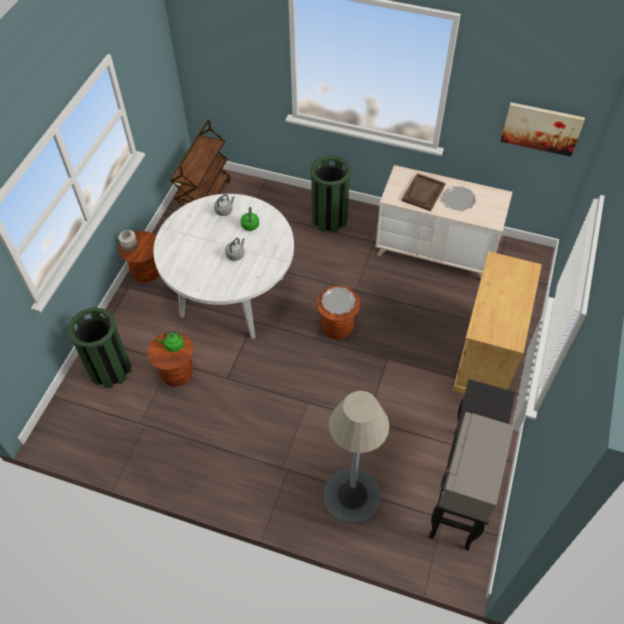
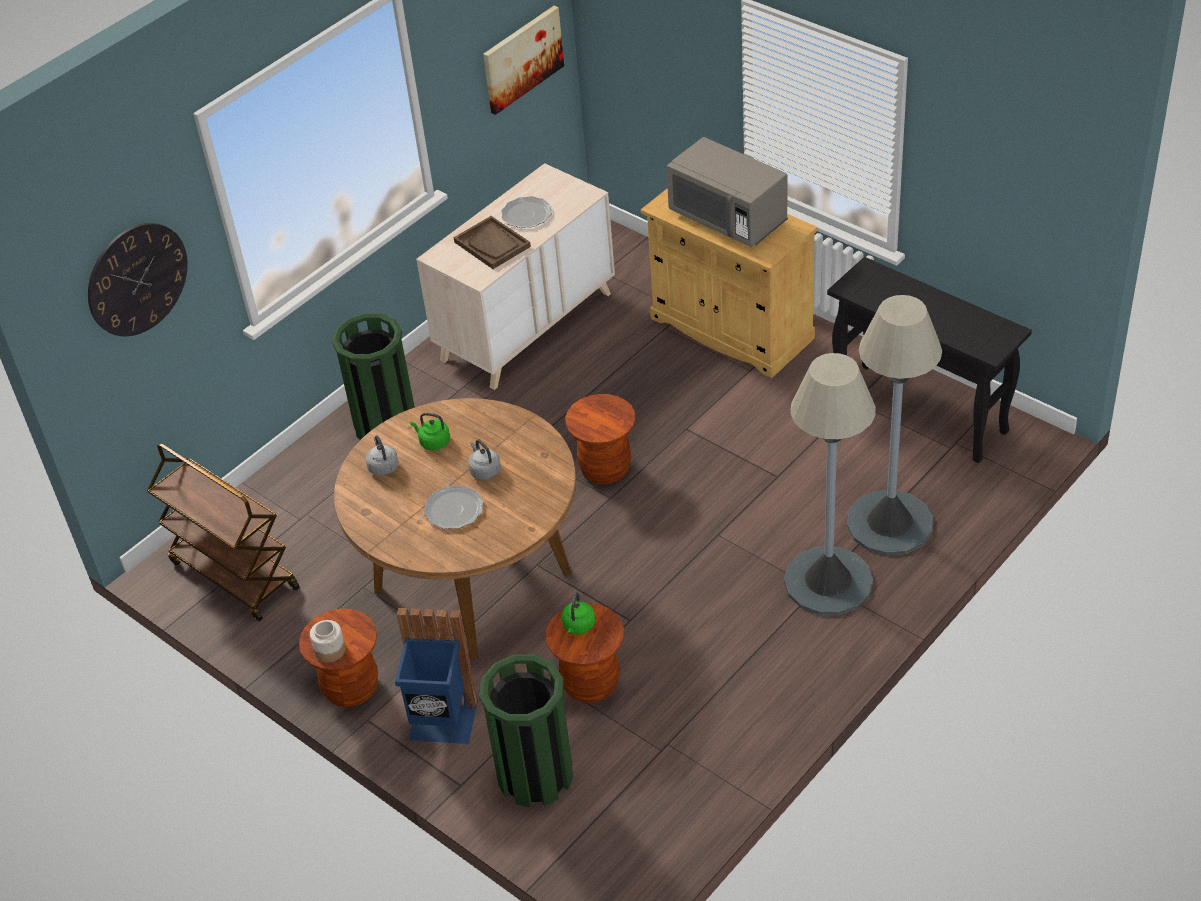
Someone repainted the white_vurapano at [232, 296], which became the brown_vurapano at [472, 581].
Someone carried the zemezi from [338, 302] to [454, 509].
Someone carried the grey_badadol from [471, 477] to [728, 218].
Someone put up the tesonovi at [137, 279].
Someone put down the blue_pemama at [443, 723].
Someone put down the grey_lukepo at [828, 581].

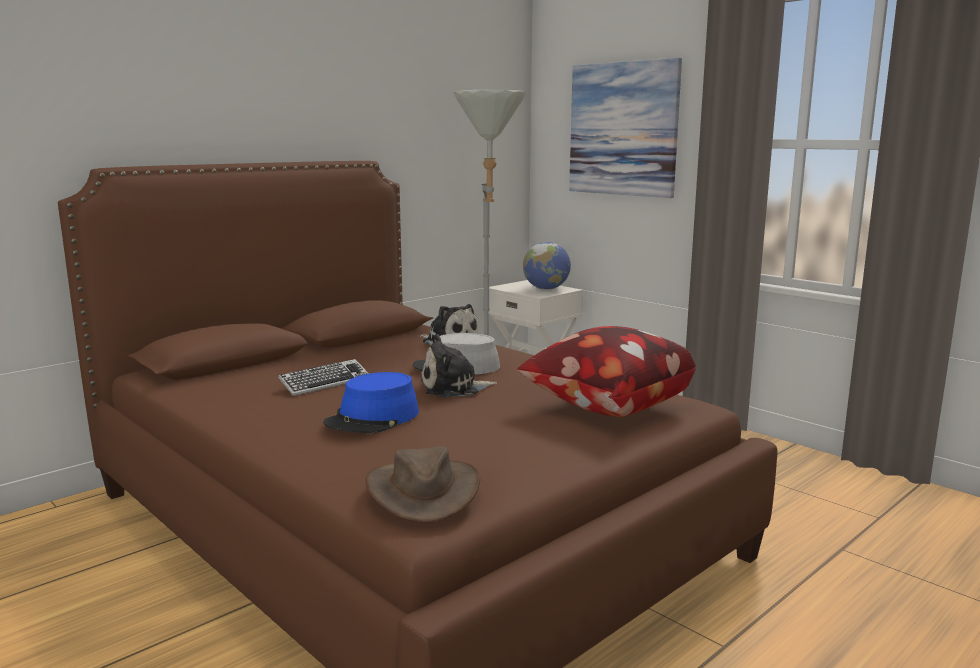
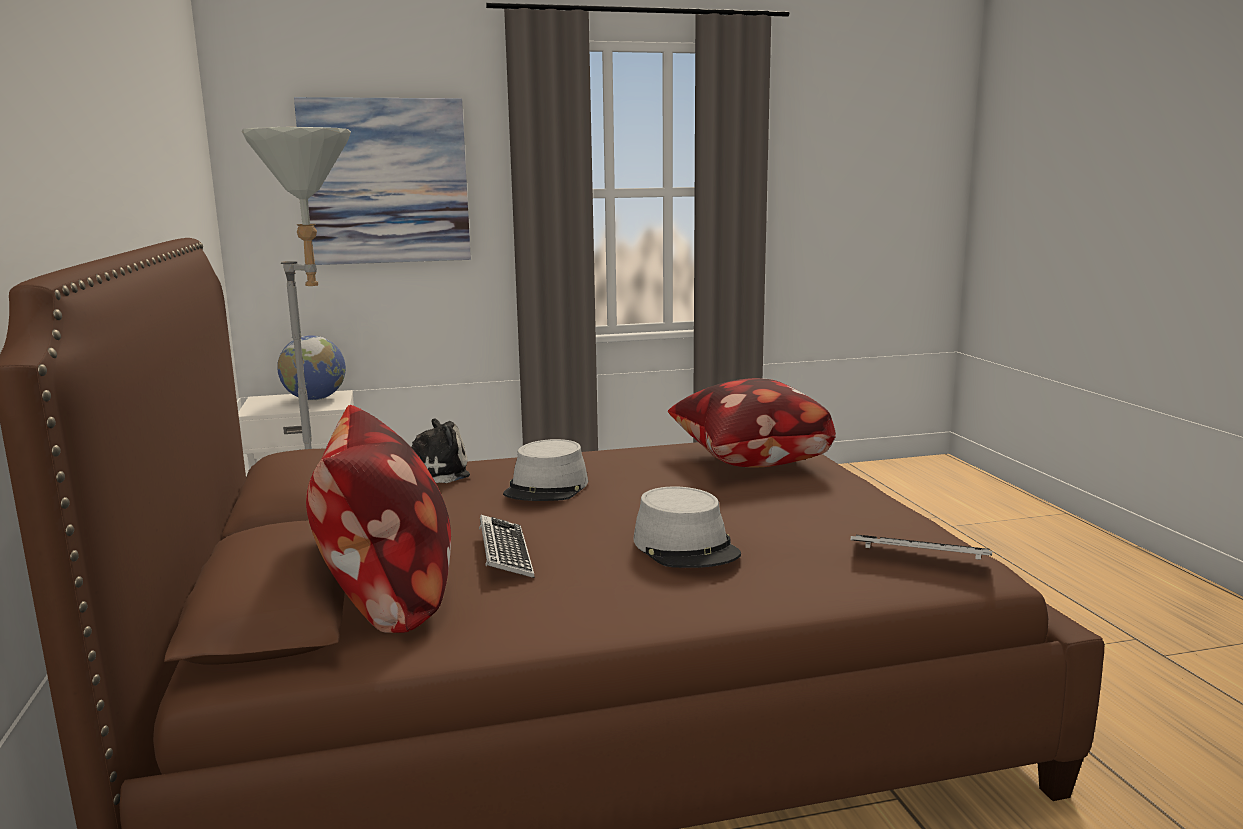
Someone repainted the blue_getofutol at [373, 418], which became the grey_getofutol at [686, 547].
Someone swapped the brown_getofutol at [422, 490] for the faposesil at [919, 556].
Someone took away the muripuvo at [453, 388].
Someone put down the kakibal at [388, 597].

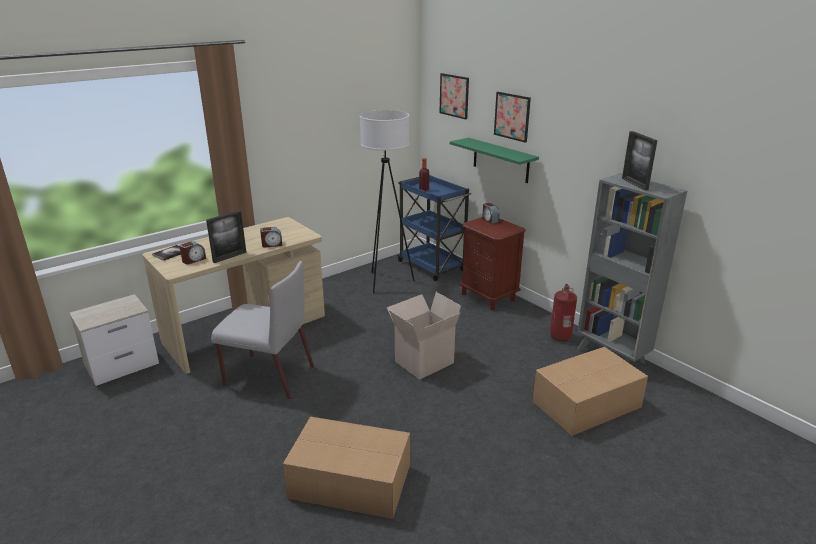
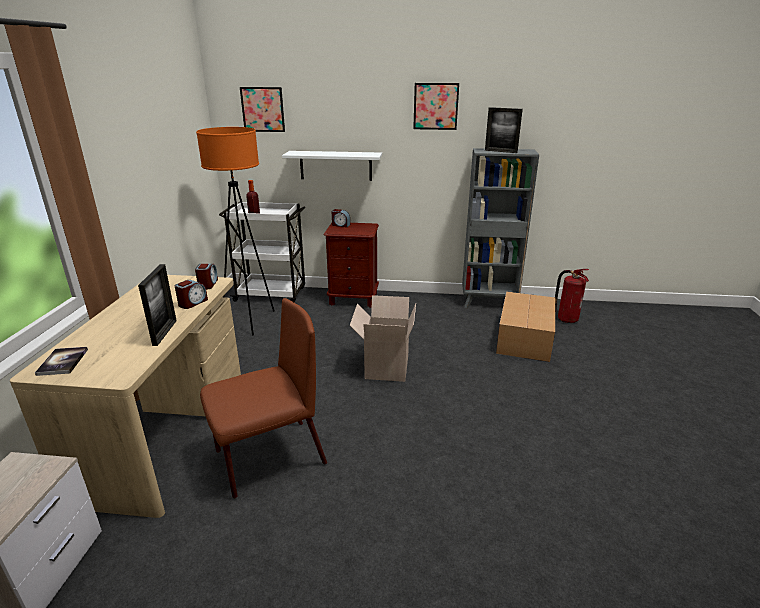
Someone carried the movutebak from [193, 260] to [208, 284].
Someone repainted the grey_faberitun at [268, 376], which became the brown_faberitun at [268, 458].
Someone took away the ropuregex at [348, 481].
Someone repainted the white_lukepo at [387, 281], which became the orange_lukepo at [250, 321].
Someone repainted the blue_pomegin at [432, 266], which became the white_pomegin at [272, 294].
Someone repainted the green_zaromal at [500, 160], which became the white_zaromal at [335, 165].
Someone carried the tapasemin from [512, 116] to [435, 106].
Someone carried the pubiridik from [560, 336] to [566, 319].

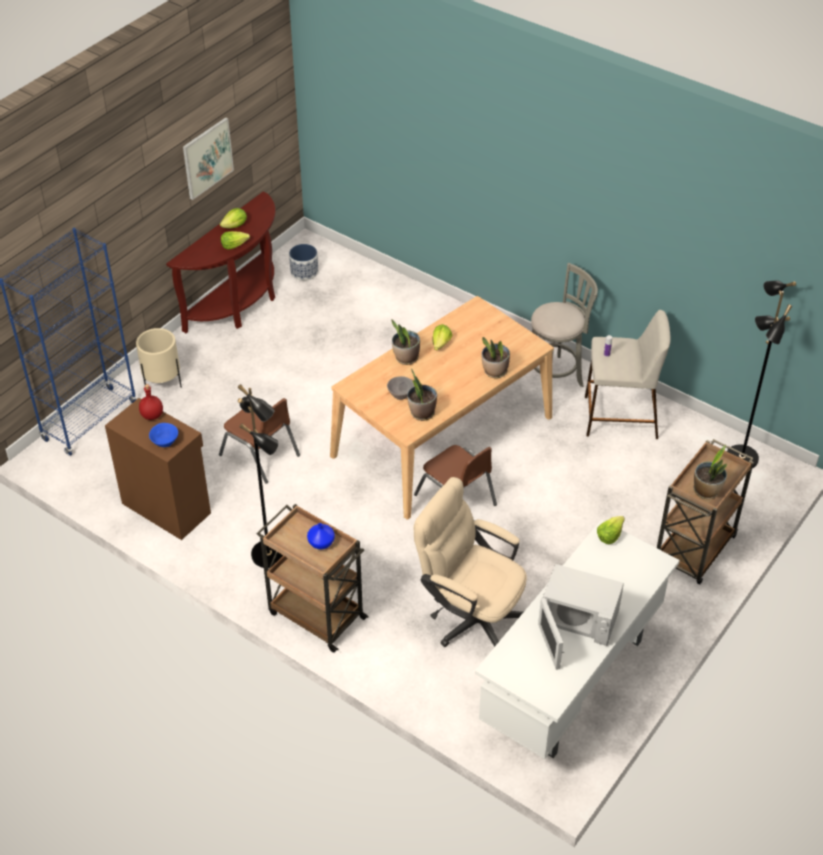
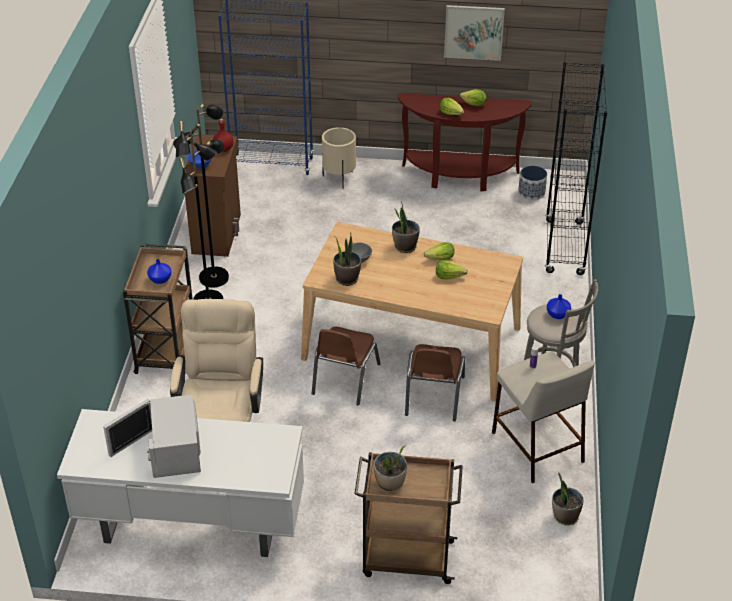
Someone carried the brown_faberitun from [260, 455] to [433, 396].
Someone carried the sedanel from [495, 371] to [565, 516].
Someone carried the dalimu from [609, 535] to [449, 276].
Someone carried the black_lukepo from [740, 458] to [213, 277].
Someone put down the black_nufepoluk at [564, 248].
Someone put down the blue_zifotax at [558, 314].

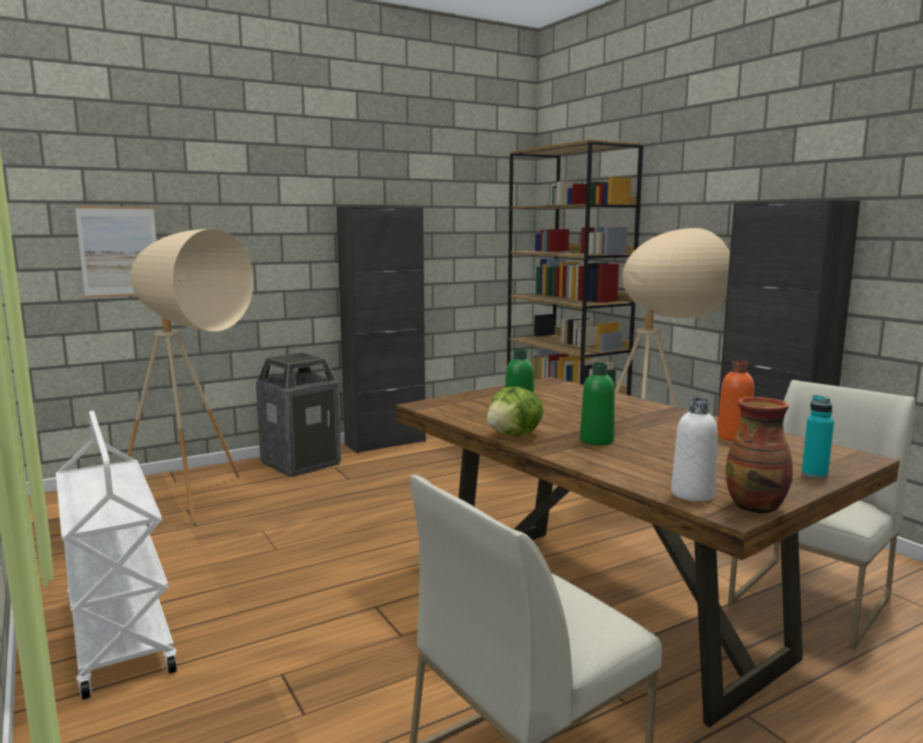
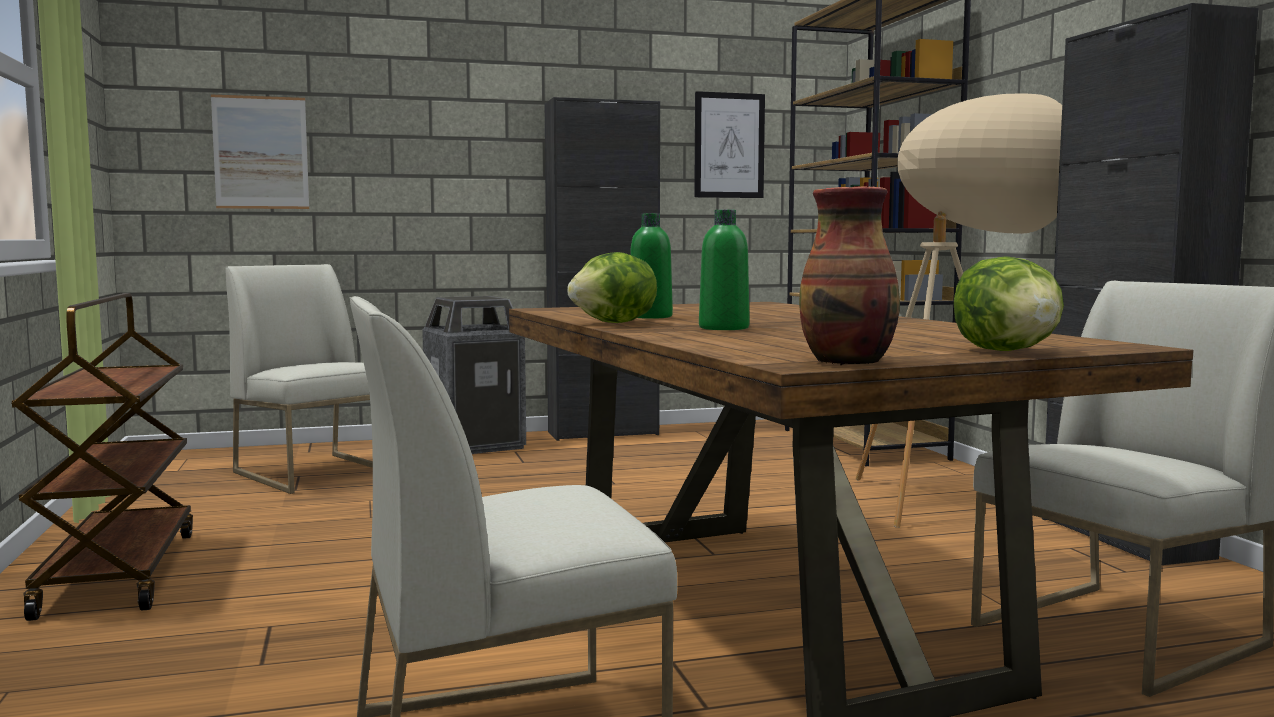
Someone repainted the white_pomegin at [118, 635], which became the brown_pomegin at [117, 572].
Someone swapped the beige_lukepo at [199, 505] for the white_faberitun at [316, 473].
Someone took away the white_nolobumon at [692, 494].
Someone took away the orange_nolobumon at [733, 437].
Someone swapped the turquoise_nolobumon at [814, 474] for the dalimu at [1008, 351].
Someone put up the tapasemin at [729, 145].

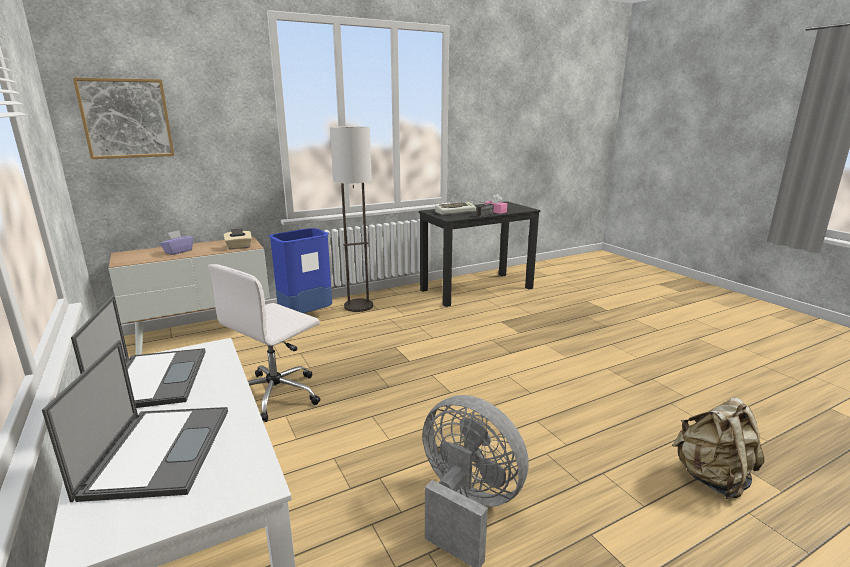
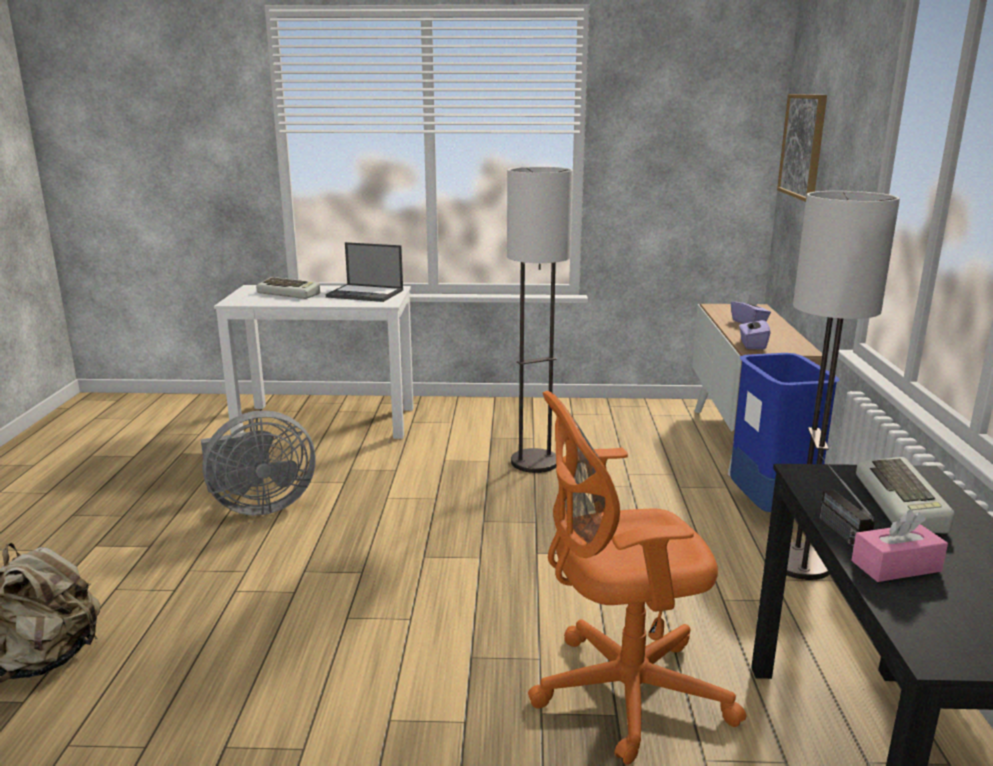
Someone swapped the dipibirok at [158, 450] for the faposesil at [290, 293].
Someone swapped the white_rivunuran at [277, 394] for the lukepo at [535, 462].
Someone repainted the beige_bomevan at [239, 247], which became the purple_bomevan at [752, 345].
Someone put down the orange_rivunuran at [621, 692].

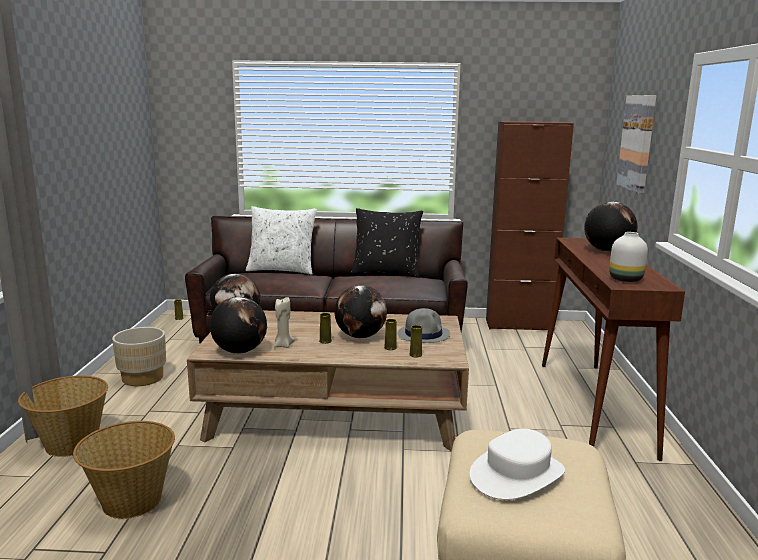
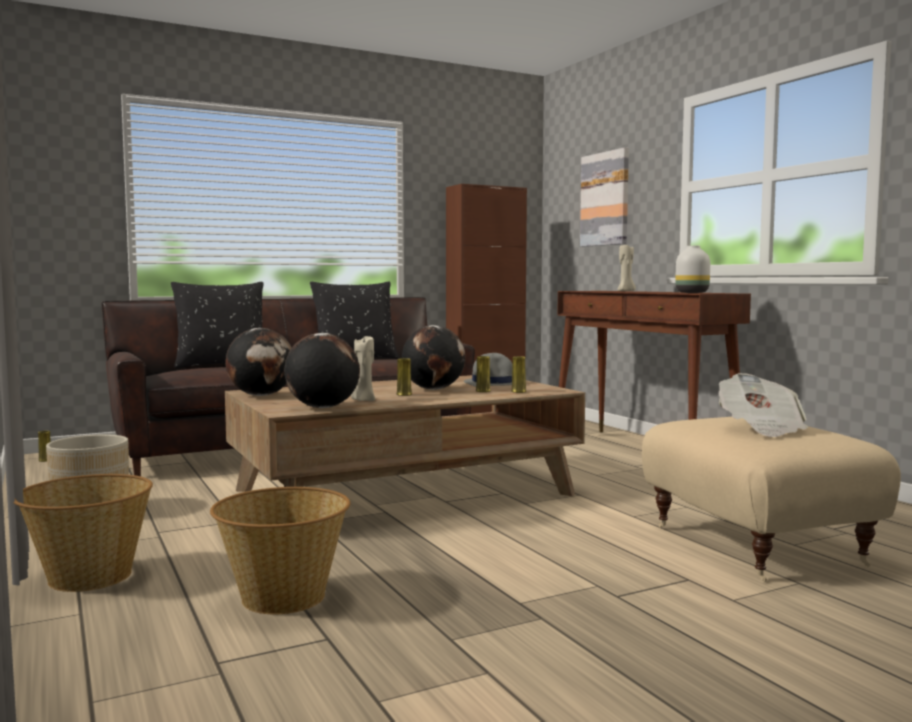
Someone repainted the white_kakibal at [282, 270], which became the black_kakibal at [221, 365].
Someone swapped the white_getofutol at [517, 474] for the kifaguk at [761, 428].
Someone swapped the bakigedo at [607, 251] for the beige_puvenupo at [626, 291].

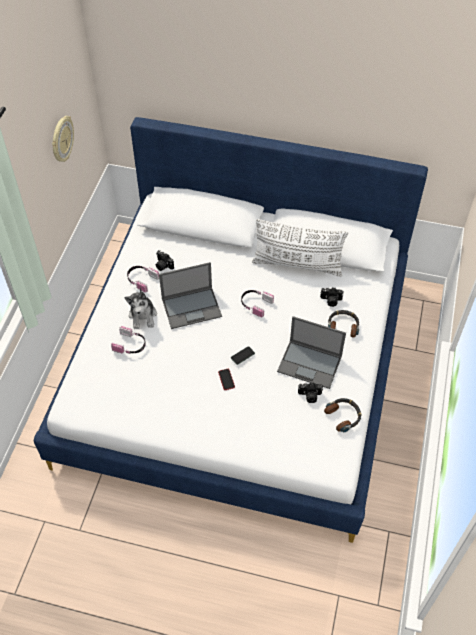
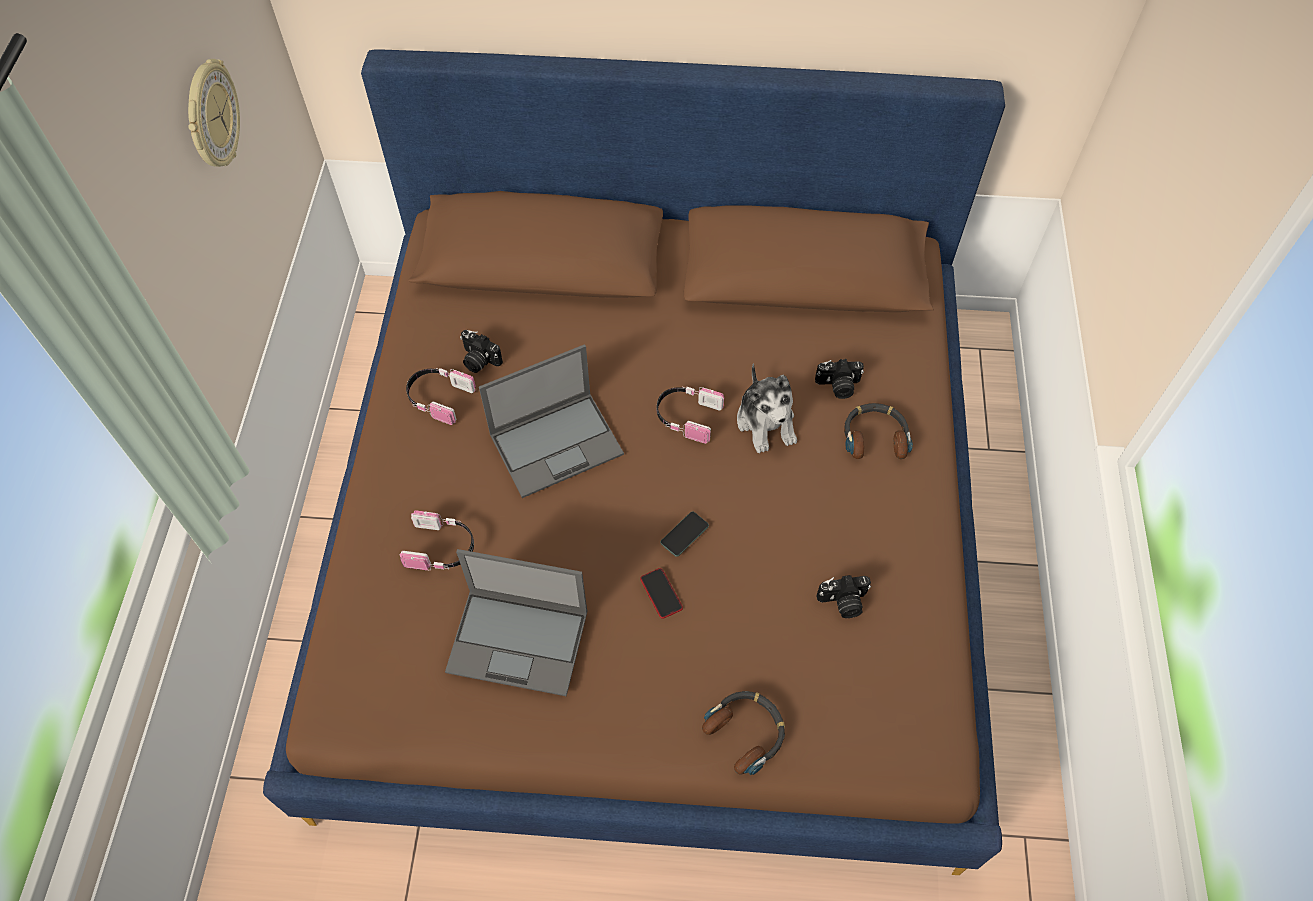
Someone repainted the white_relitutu at [238, 367], which became the brown_relitutu at [657, 538].
Someone carried the muripuvo from [143, 315] to [766, 422].
Someone took away the white_kakibal at [297, 264].
Someone carried the dipibirok from [310, 364] to [519, 641].
Someone carried the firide from [343, 416] to [746, 732].

